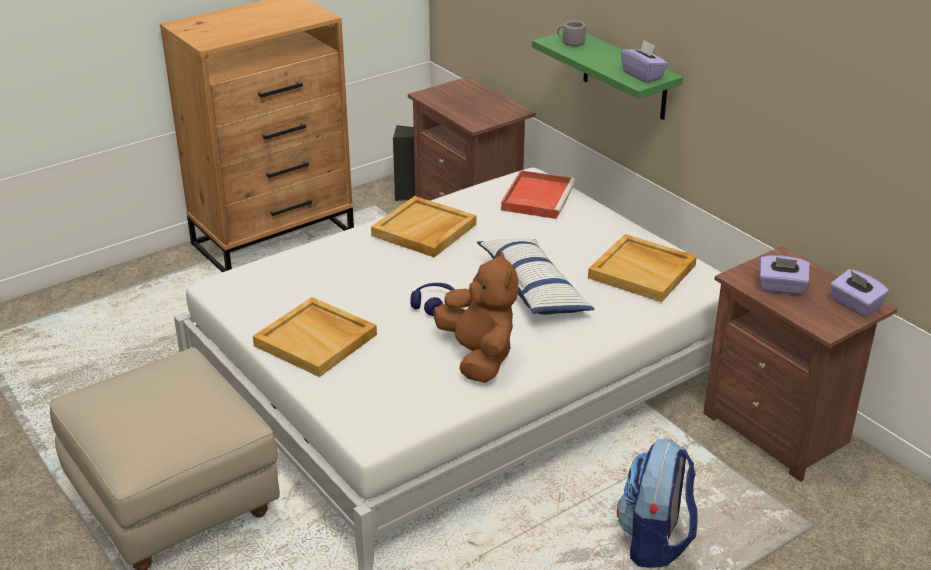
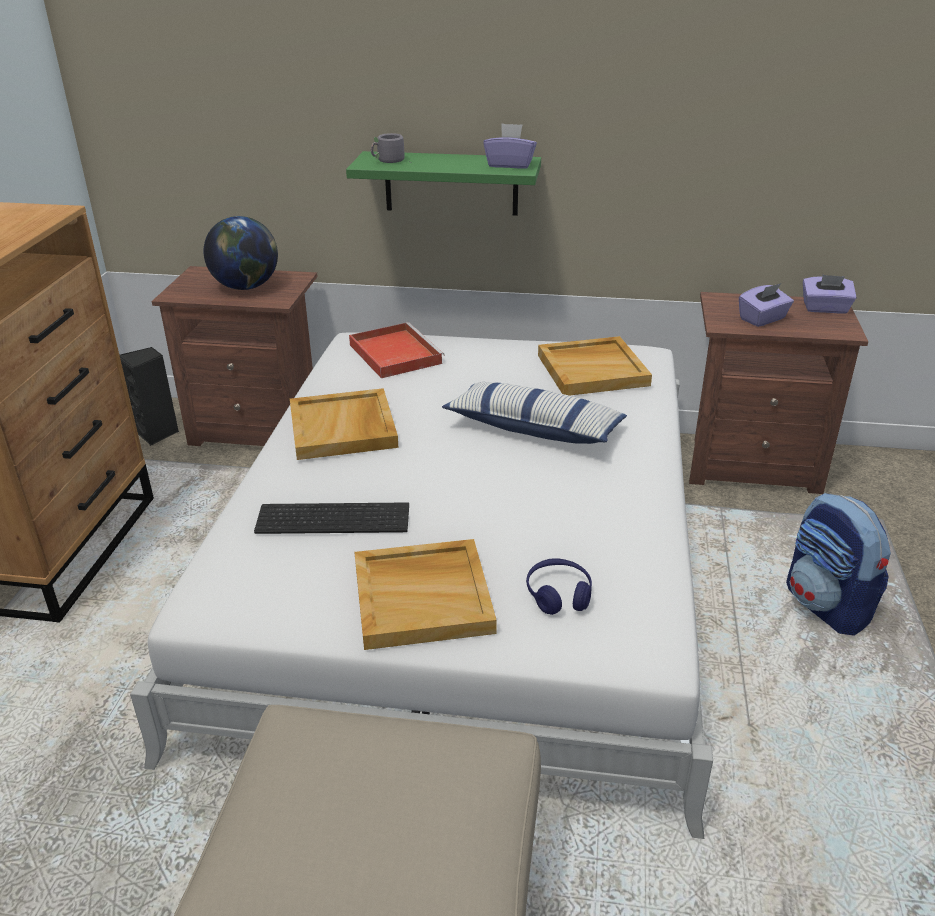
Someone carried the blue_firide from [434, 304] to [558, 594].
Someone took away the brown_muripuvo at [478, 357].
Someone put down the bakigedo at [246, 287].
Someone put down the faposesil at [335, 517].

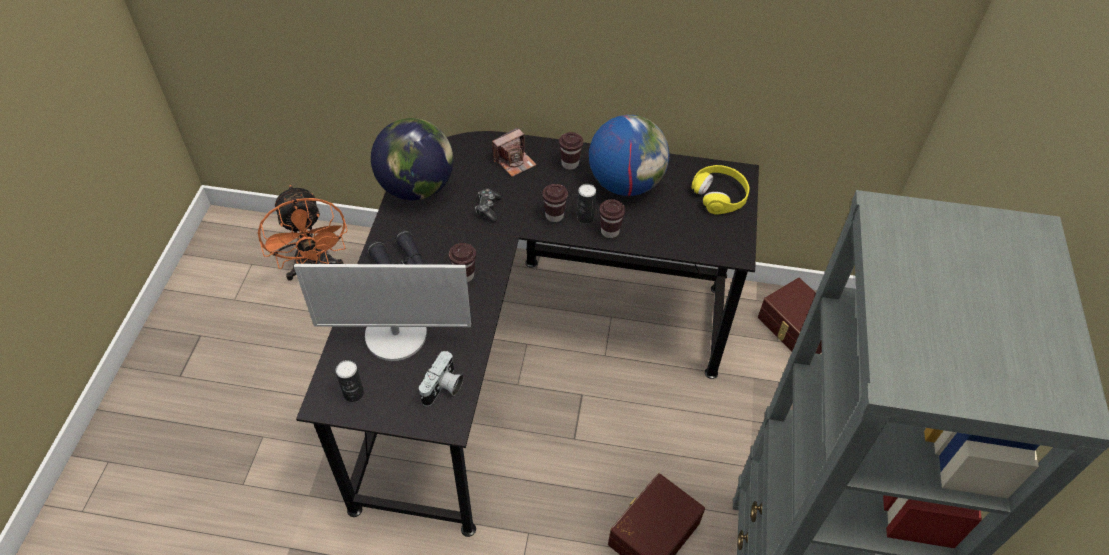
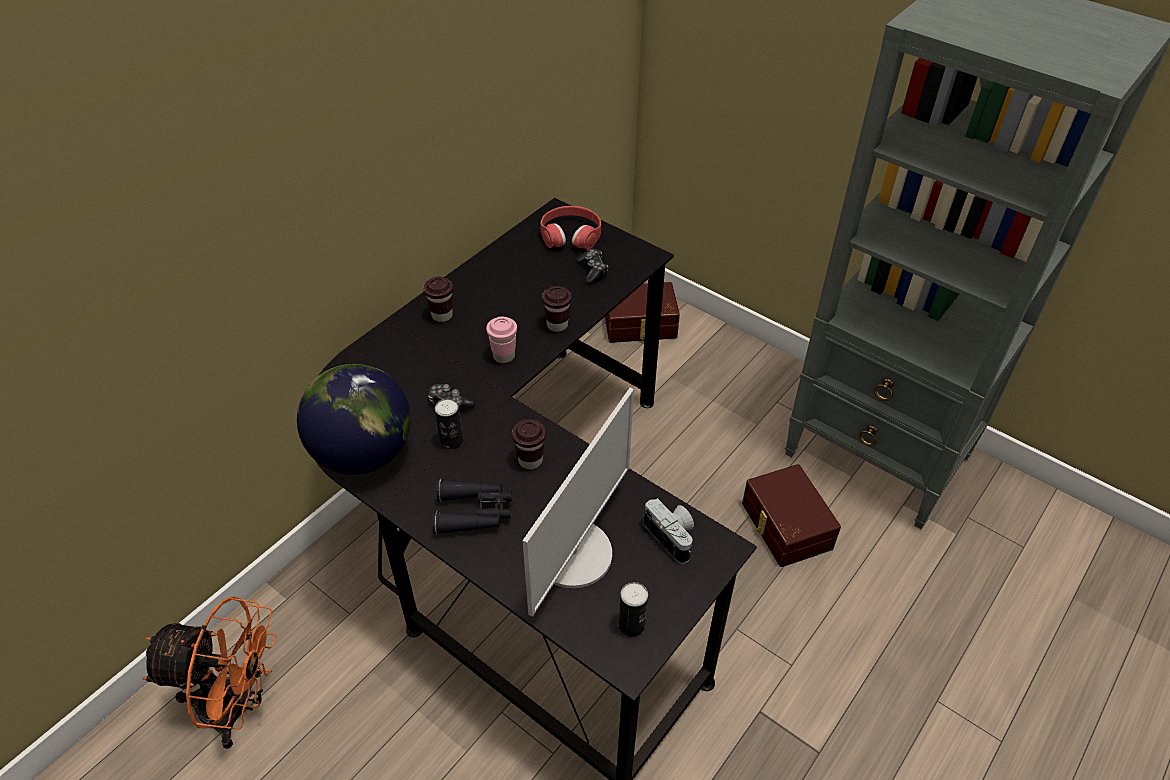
Someone took away the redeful at [514, 161].
Someone repainted the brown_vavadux at [554, 216], which became the pink_vavadux at [504, 356].
Someone carried the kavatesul from [585, 217] to [451, 441].
Someone took away the bakigedo at [625, 183].
Someone repainted the yellow_firide at [720, 195], which became the red_firide at [571, 235].
Someone put down the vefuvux at [592, 270].

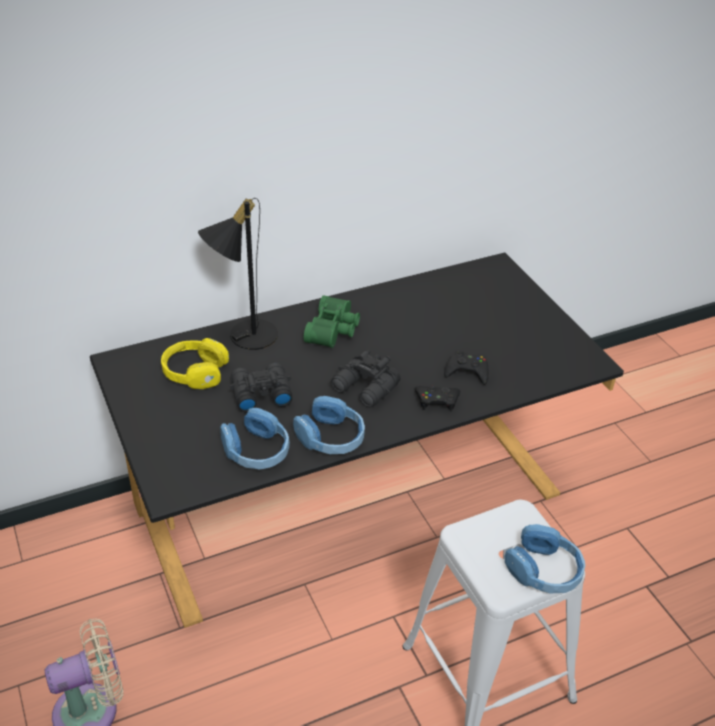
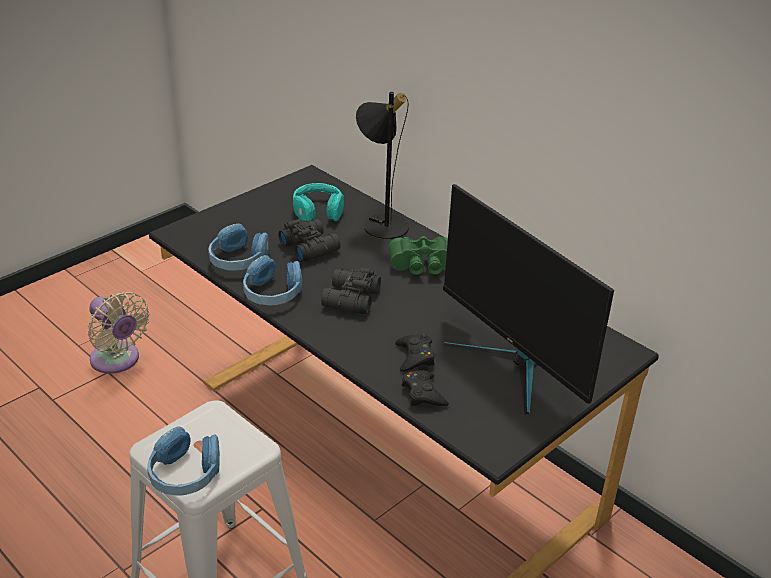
Someone repainted the yellow_firide at [194, 372], which became the turquoise_firide at [318, 211].
Someone carried the black_vefuvux from [437, 400] to [423, 393].
Someone put down the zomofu at [513, 365].

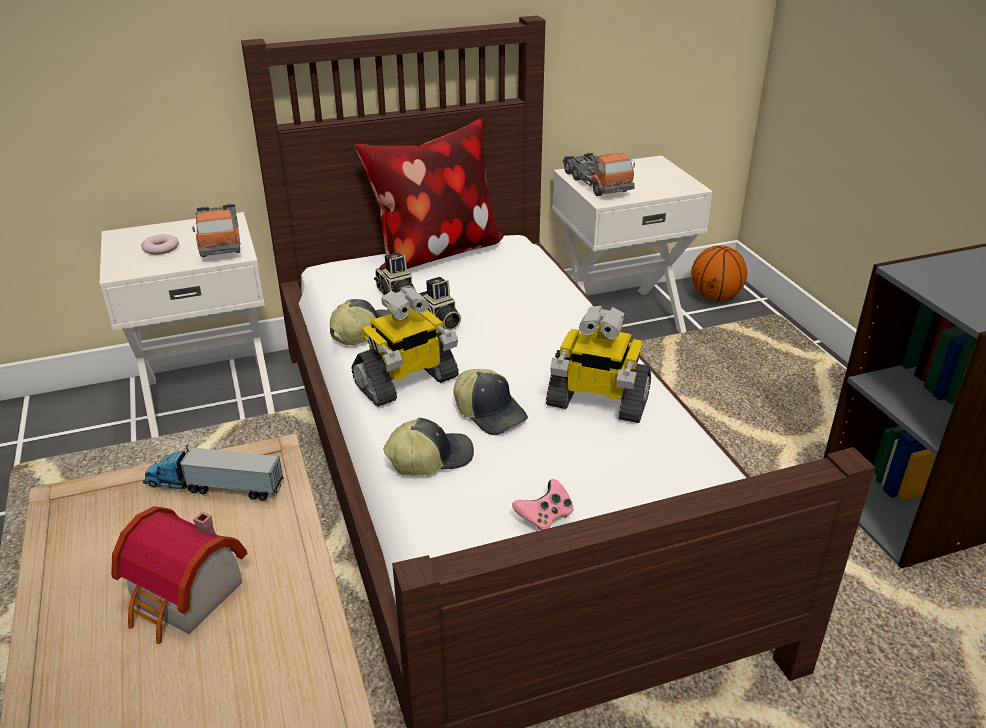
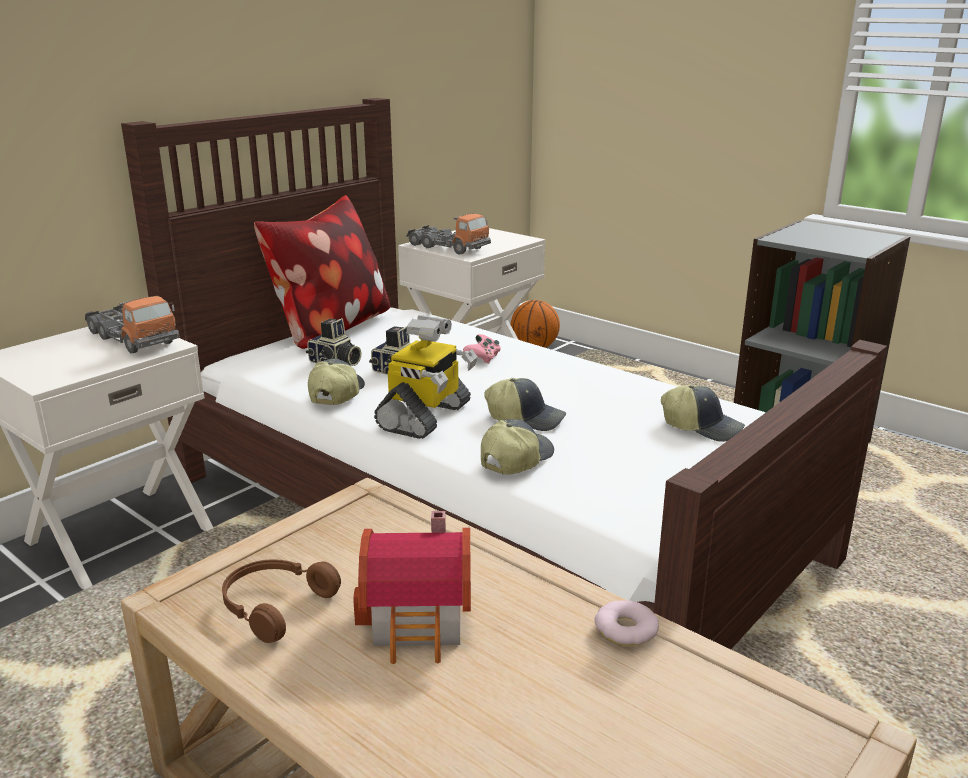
Someone carried the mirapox from [160, 248] to [626, 629].
Someone took away the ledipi at [214, 486].
Someone carried the pink_vefuvux from [545, 517] to [483, 358].
Someone took away the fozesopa at [596, 402].
Someone put down the brown_firide at [274, 606].
Someone put down the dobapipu at [702, 427].

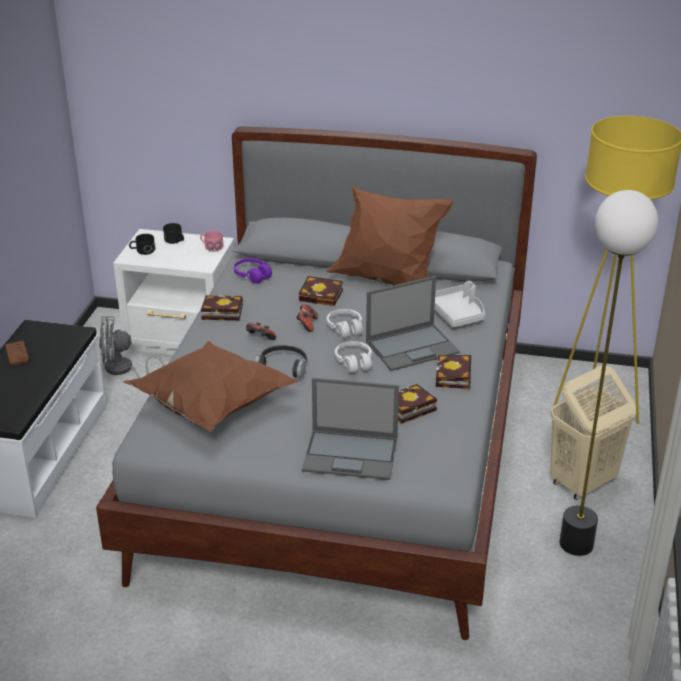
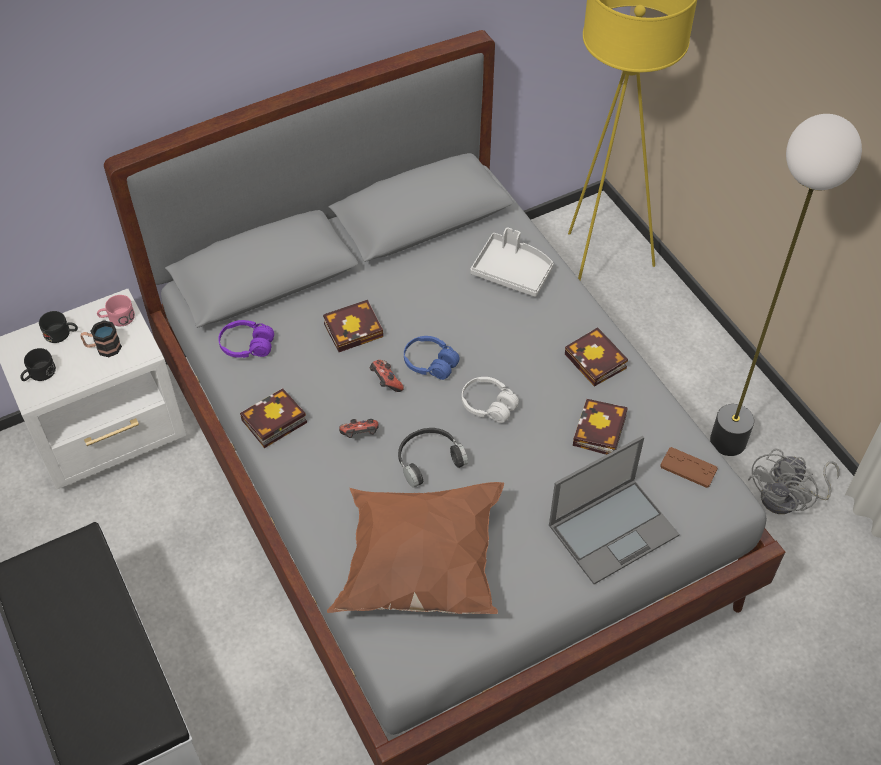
Someone carried the brown_vefuvux from [17, 354] to [688, 468].
Someone carried the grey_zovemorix from [123, 370] to [787, 499].
Someone took away the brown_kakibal at [387, 281].
Someone repainted the white_firide at [345, 329], which became the blue_firide at [430, 363].
Someone took away the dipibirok at [413, 347].
Someone took away the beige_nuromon at [582, 483].
Someone put down the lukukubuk at [103, 348].

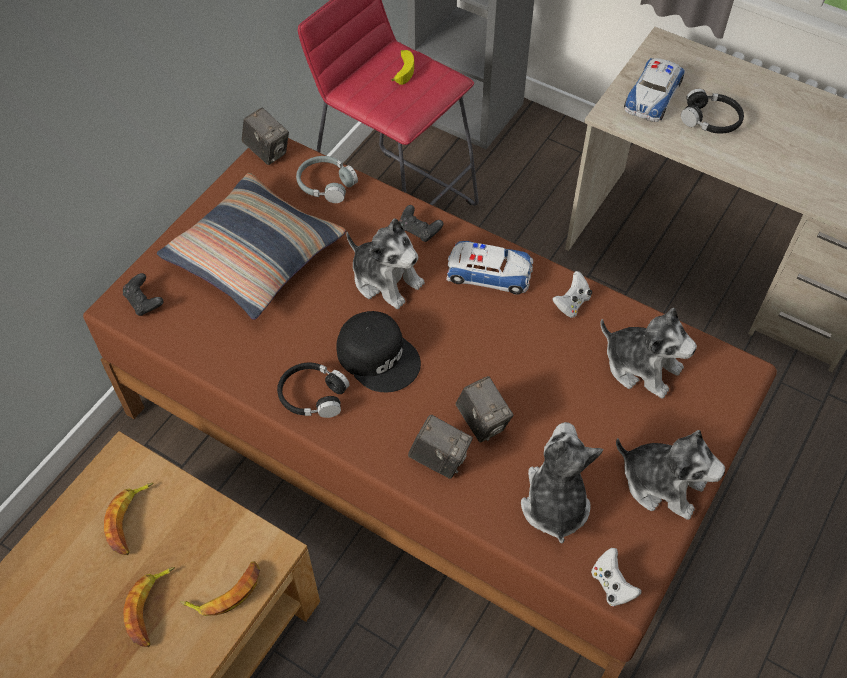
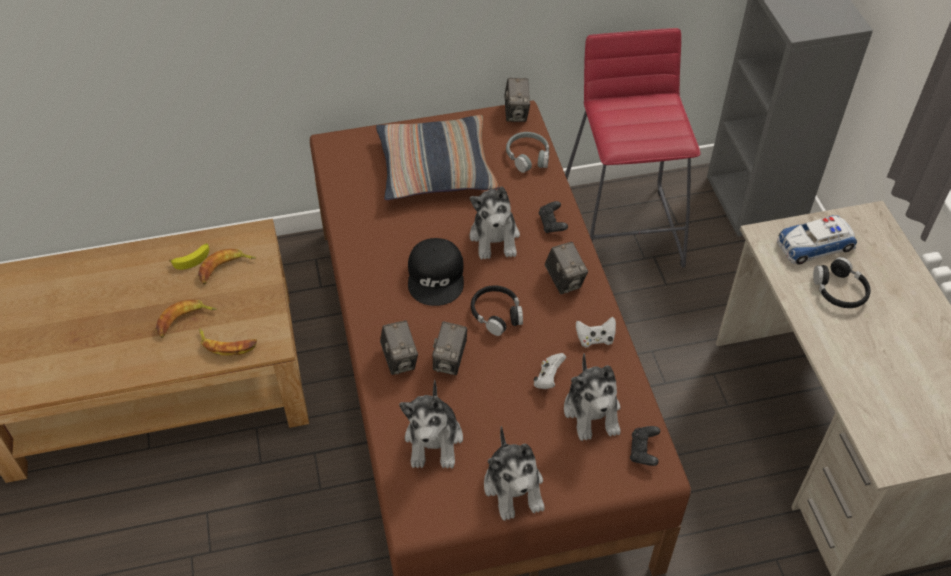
Someone carried the black_vefuvux from [144, 302] to [643, 451].
Someone carried the black_firide from [313, 395] to [496, 314].
Someone carried the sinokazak from [402, 70] to [192, 258].
Someone swapped the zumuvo at [489, 273] for the redeful at [564, 281].
Someone rotated the muripuvo at [554, 503] by 135 degrees clockwise.
Someone carried the white_vefuvux from [612, 584] to [548, 378].

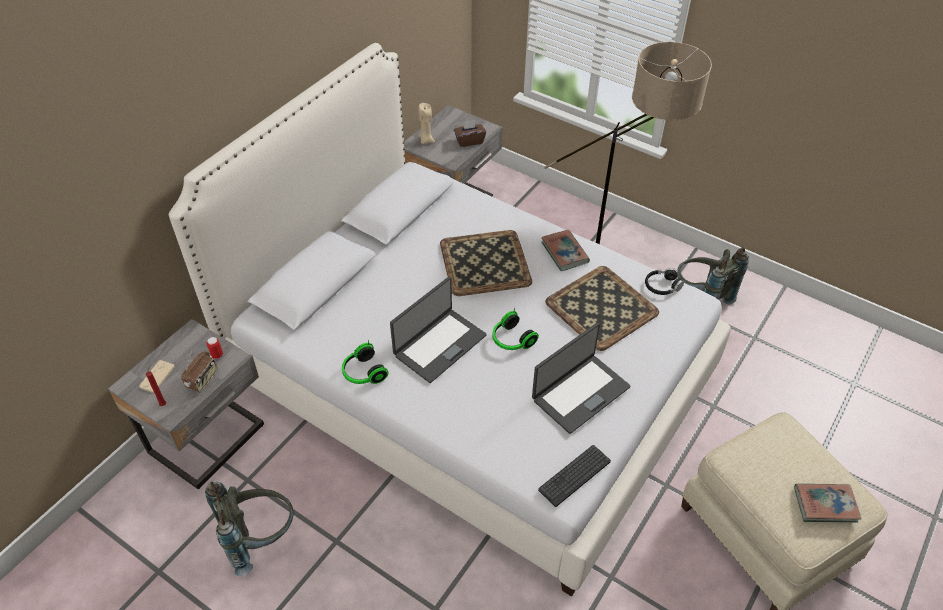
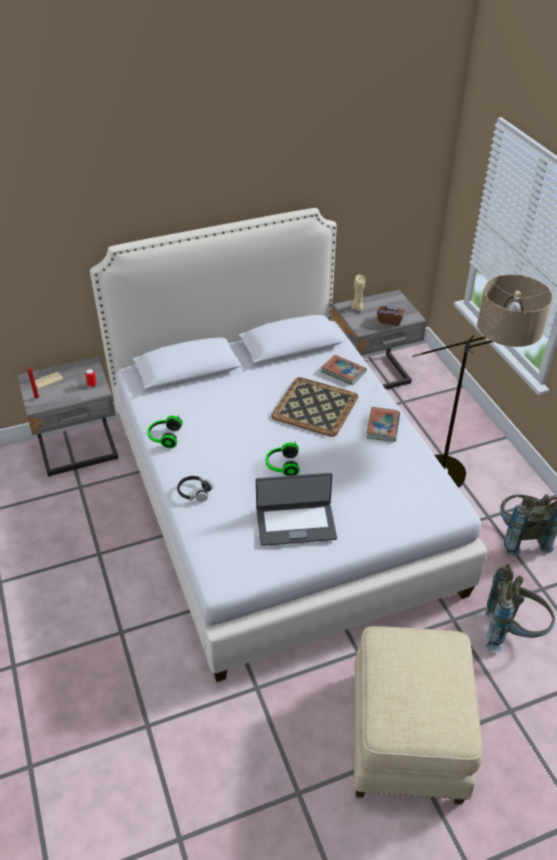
Someone took away the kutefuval at [203, 380].
Someone carried the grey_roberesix from [260, 539] to [512, 632].
Someone took away the dipibirok at [439, 345].
Someone took away the faposesil at [574, 475].
Someone took away the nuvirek at [601, 307].
Someone carried the black_firide from [662, 286] to [194, 492].
Someone carried the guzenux from [825, 505] to [343, 372].

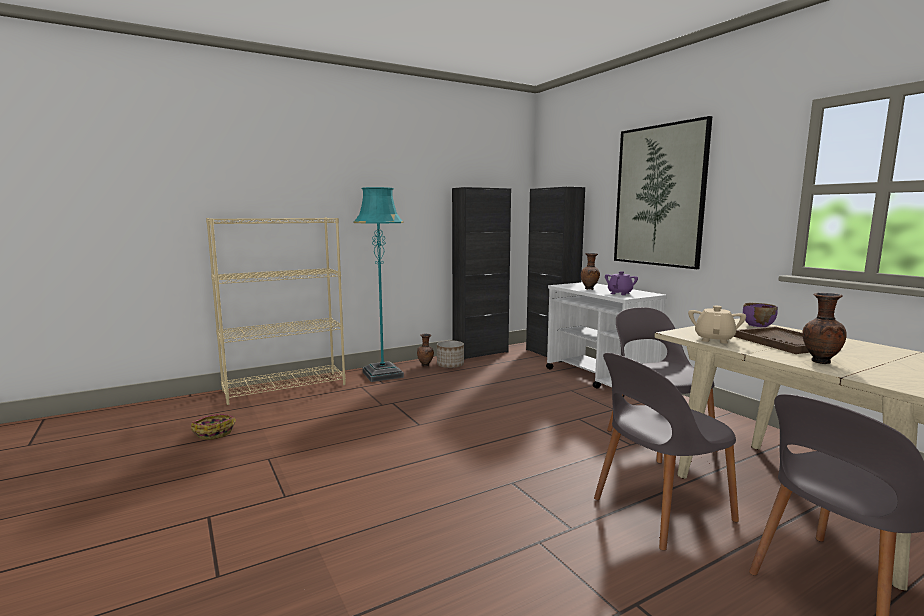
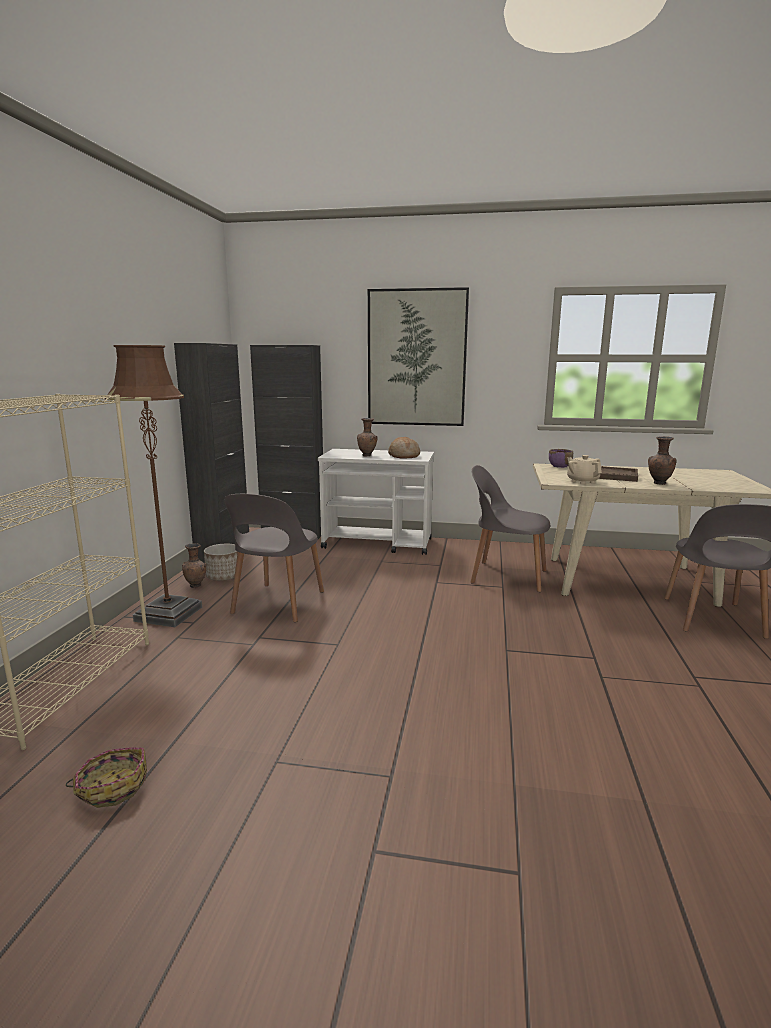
Someone repainted the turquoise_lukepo at [382, 374], which became the brown_lukepo at [168, 614].
Someone carried the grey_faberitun from [660, 511] to [277, 603].
Someone swapped the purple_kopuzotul at [620, 293] for the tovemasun at [403, 456].

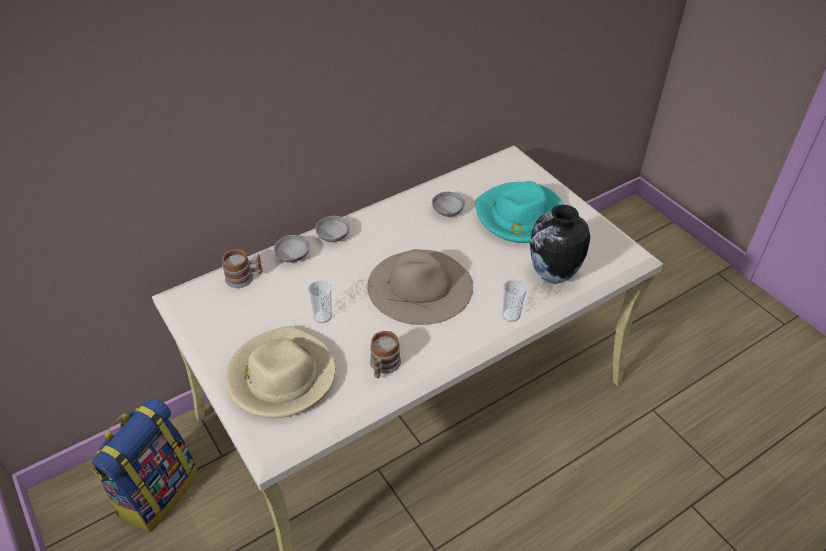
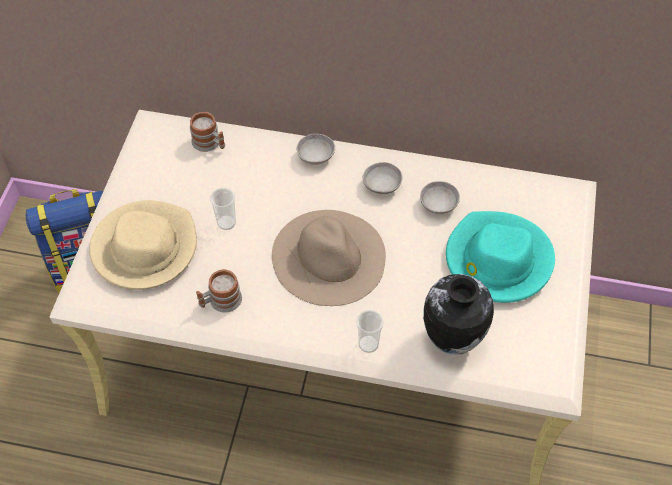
Someone carried the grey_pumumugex from [293, 256] to [382, 185].

